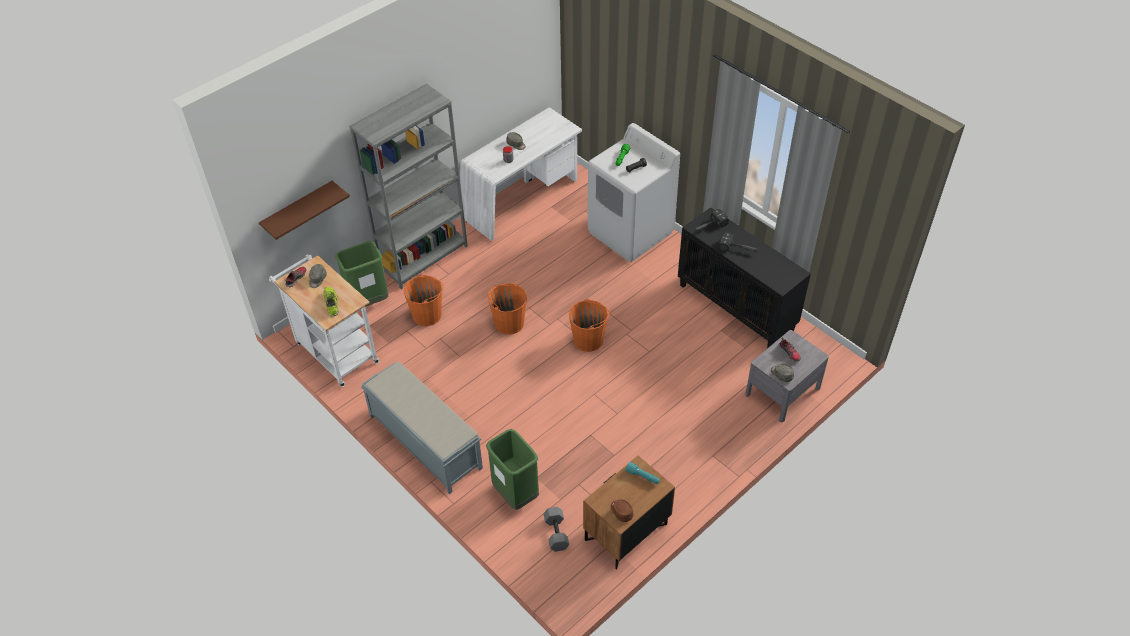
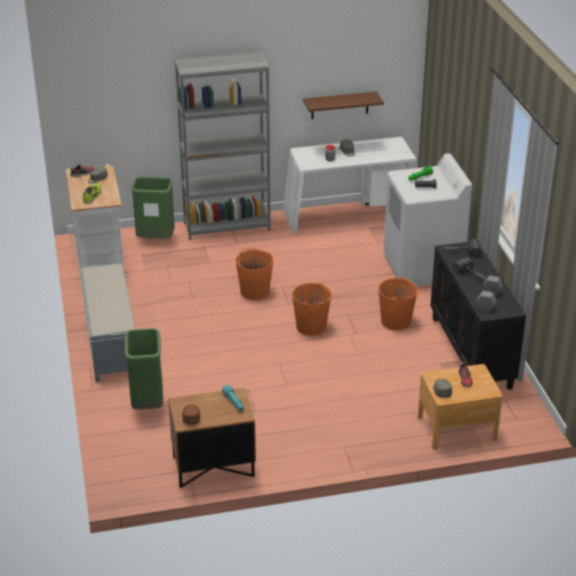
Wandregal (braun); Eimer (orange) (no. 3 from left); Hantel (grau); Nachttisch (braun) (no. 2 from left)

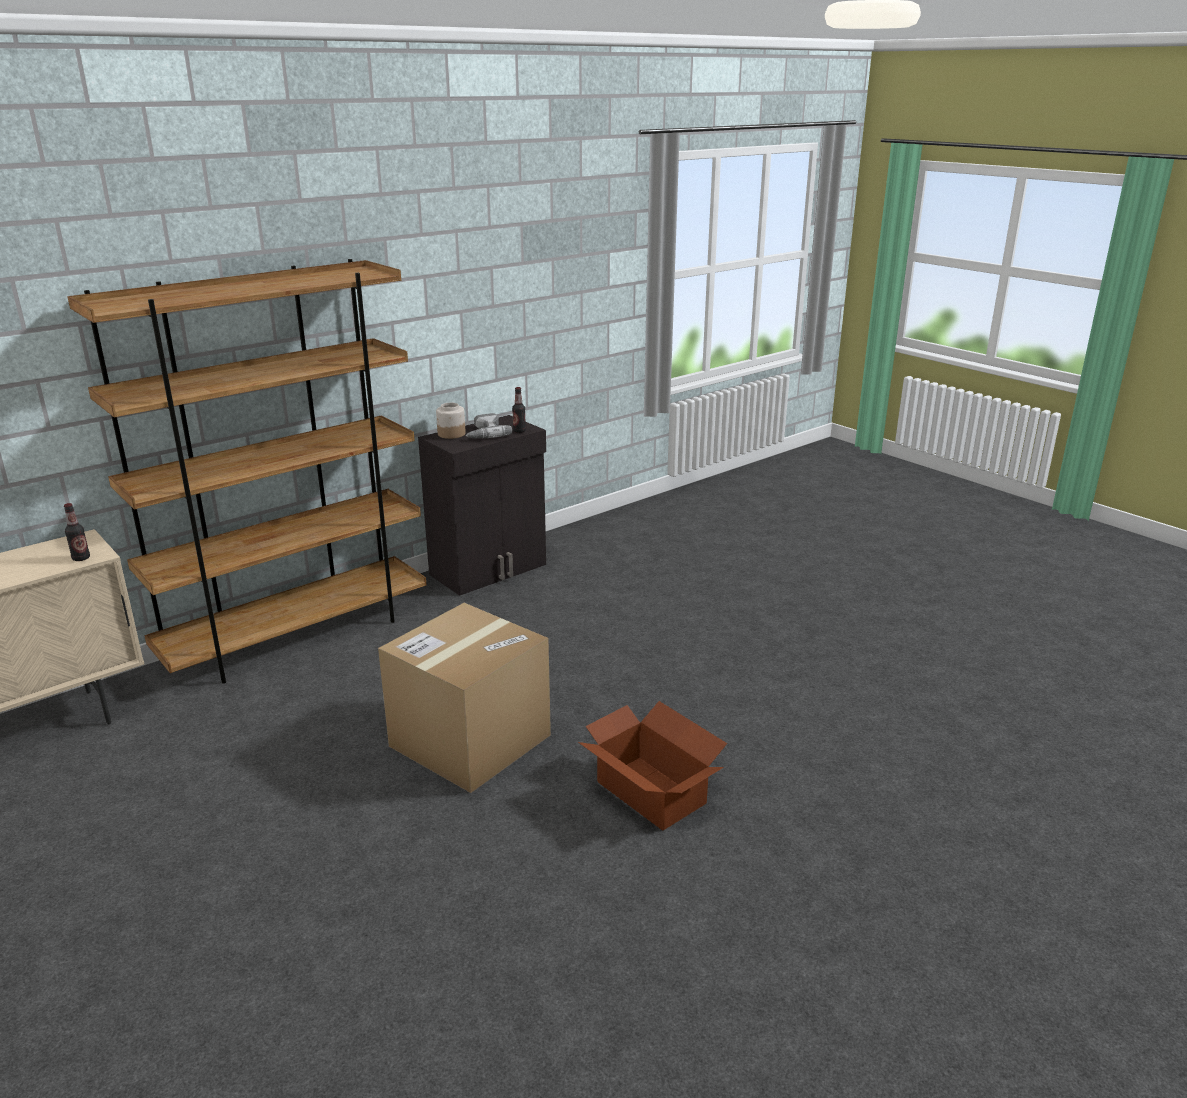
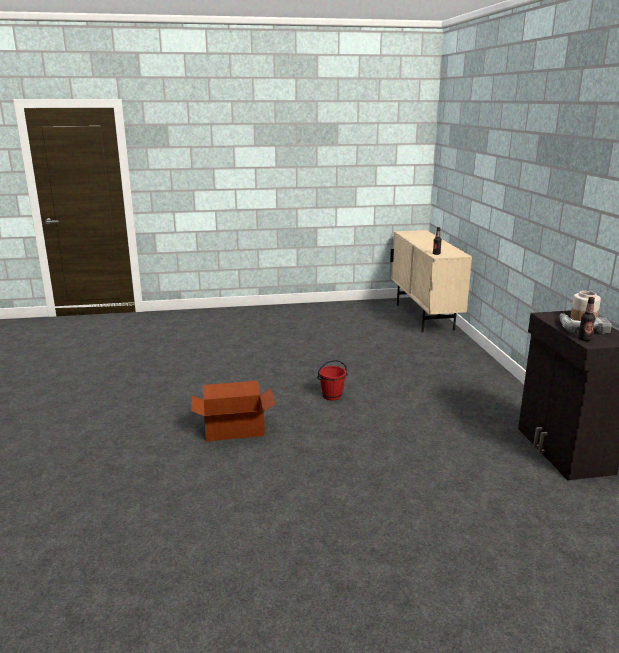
Bücherregal (braun); Eimer (rot)

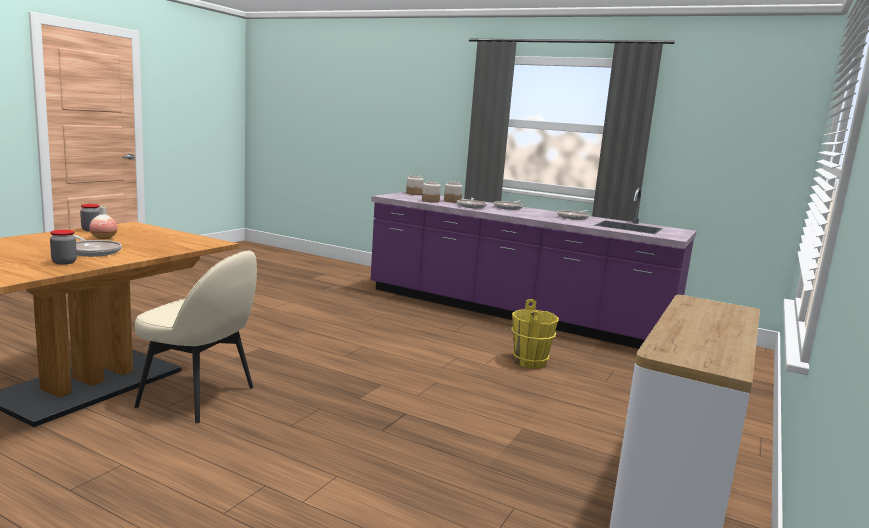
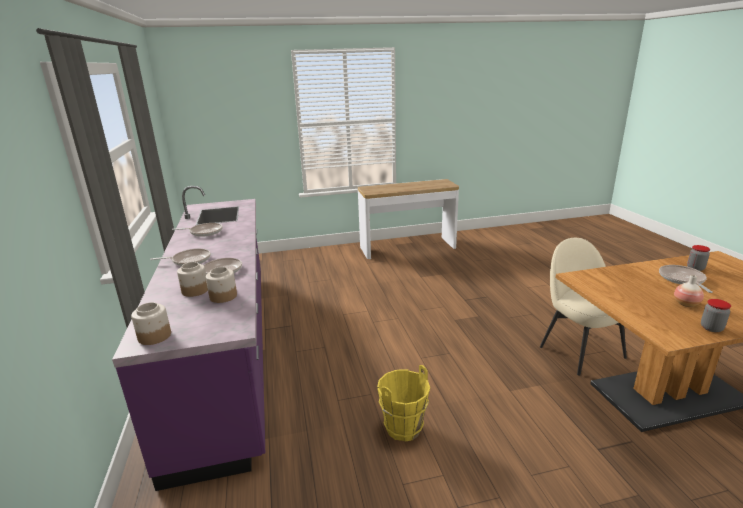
Eimer (gelb)

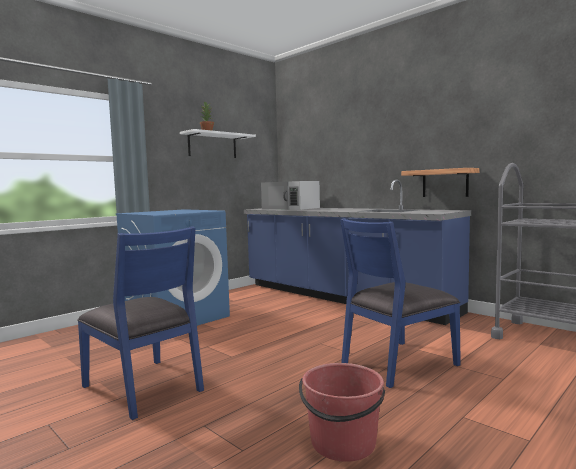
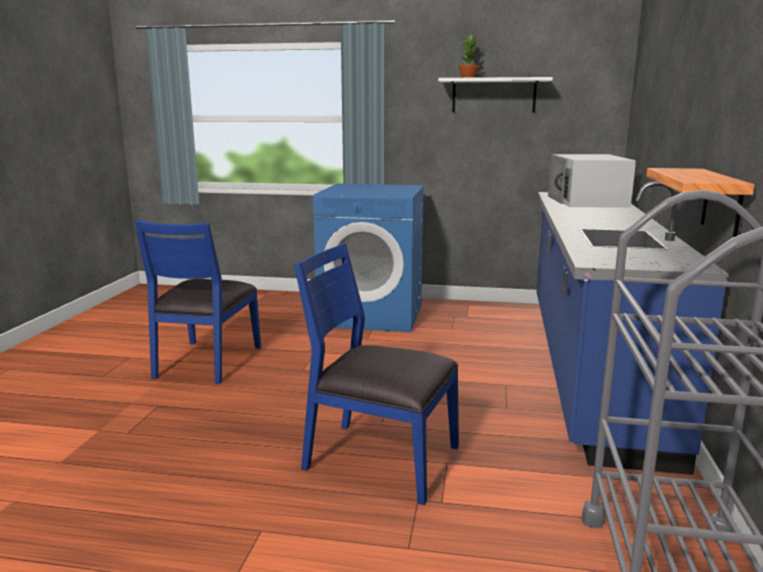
Eimer (rot)

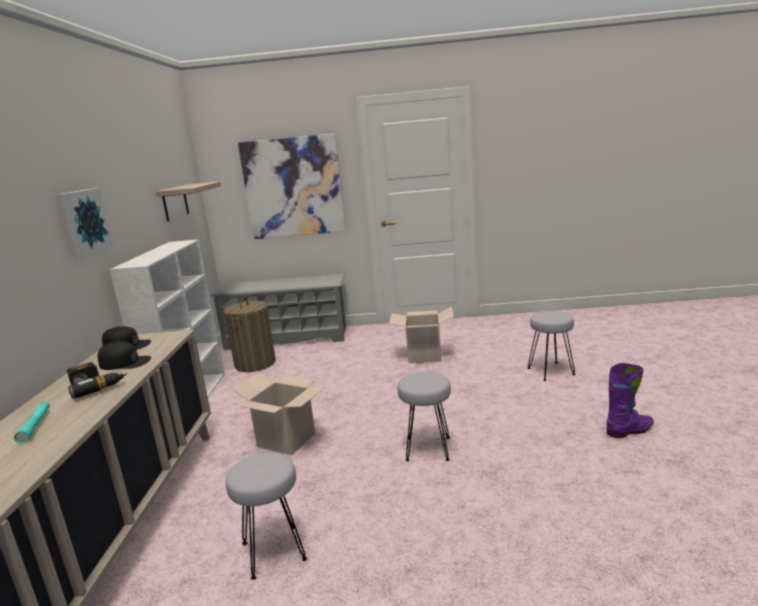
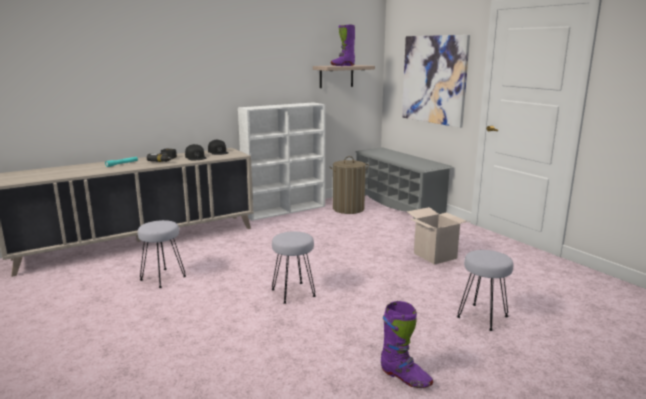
Bild (no. 1 from left in the first image); Karton (no. 1 from left in the first image); Stiefel (lila) (no. 1 from left)

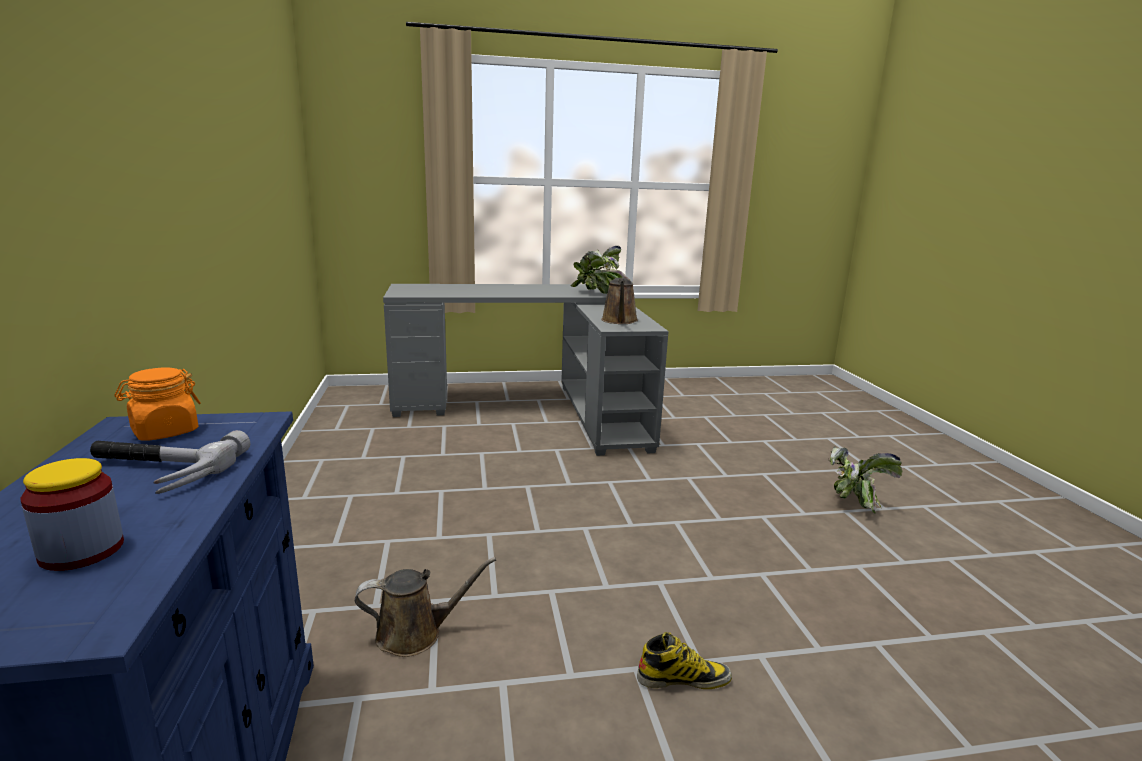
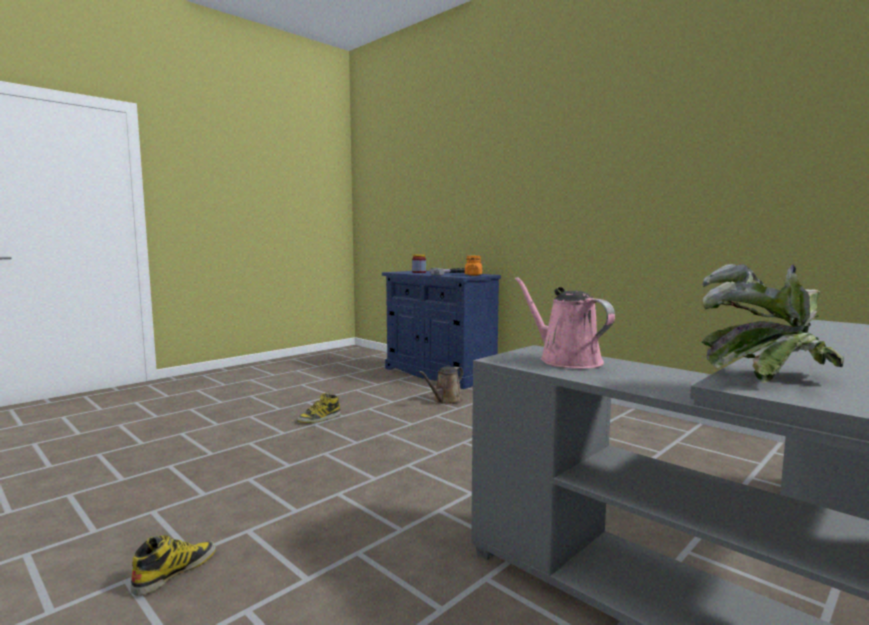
Gießkanne (rosa); Stiefel (no. 1 from left)

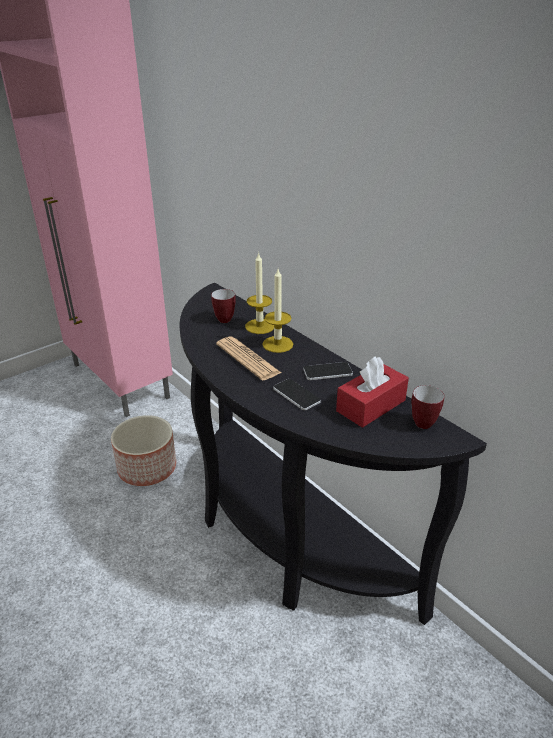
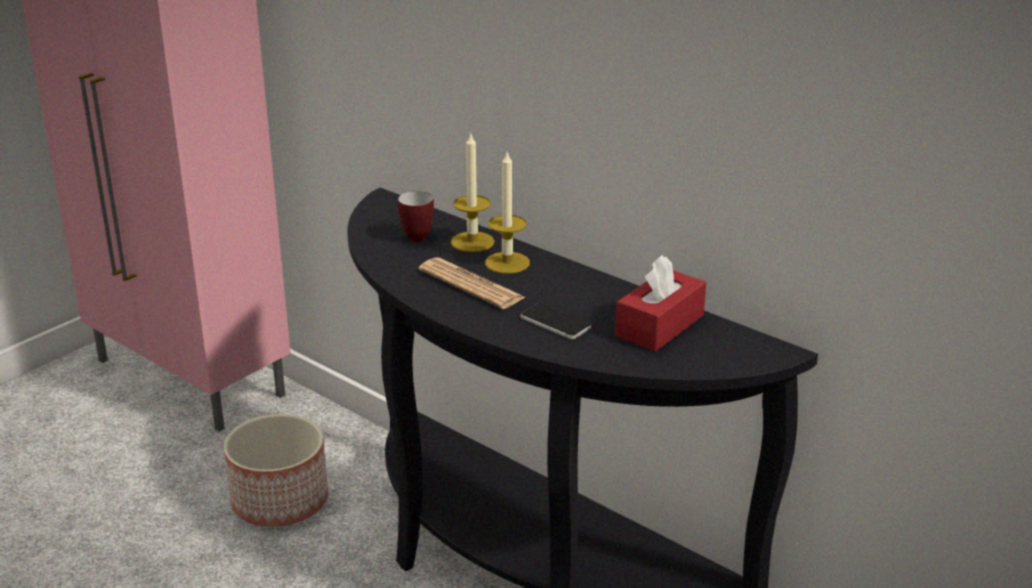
Handy (no. 2 from left in the first image); Henkelbecher (no. 2 from left in the first image)

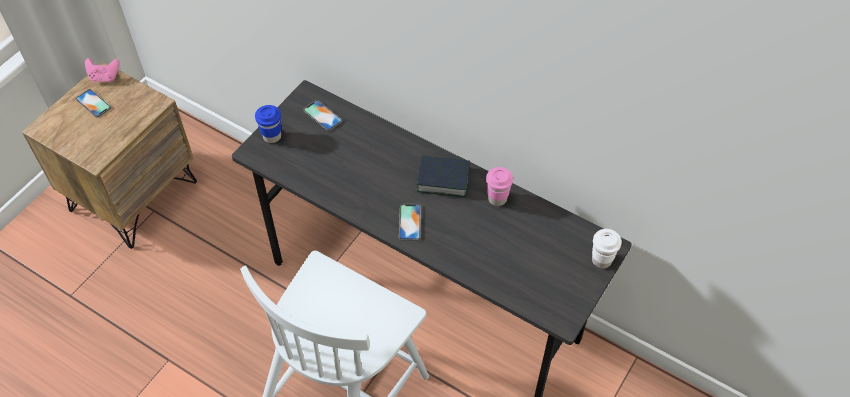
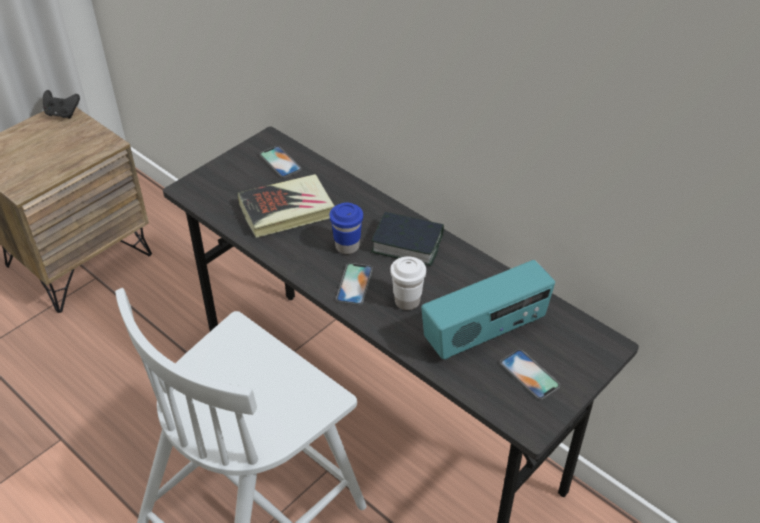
Handy (no. 3 from left); Gamepad (schwarz); Tasse (blau); Tasse (rosa); Tasse (weiß); Buch (no. 1 from left); Radio

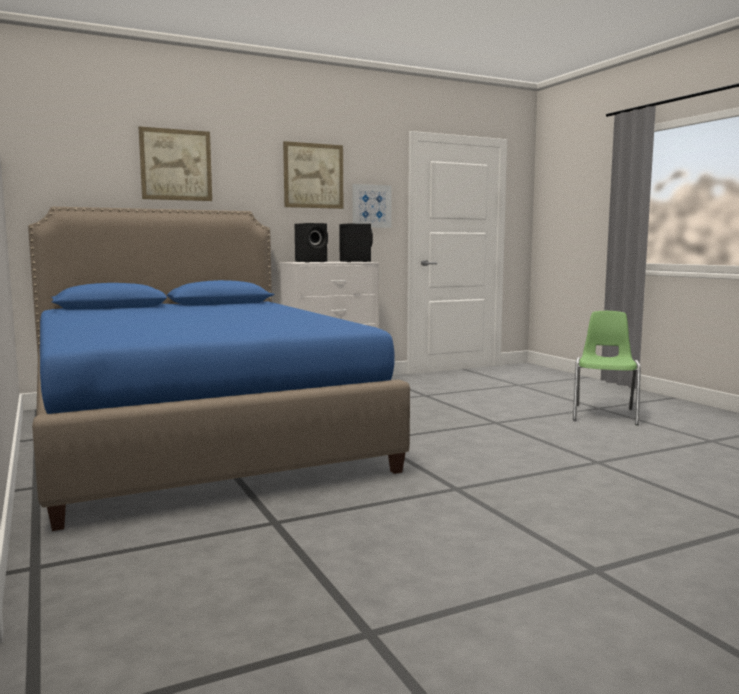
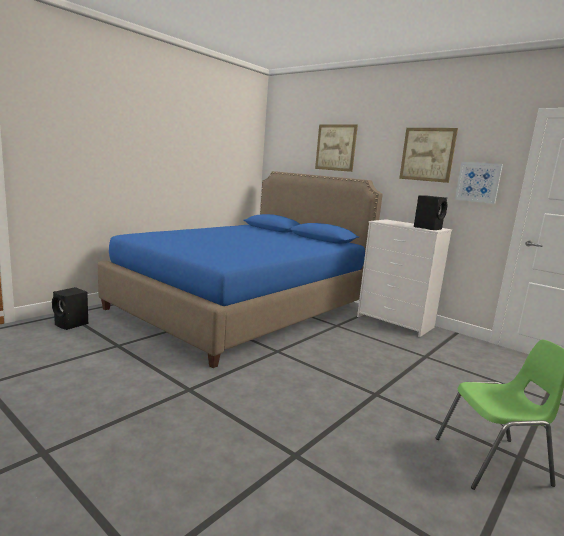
Lautsprecher (schwarz) (no. 1 from left)

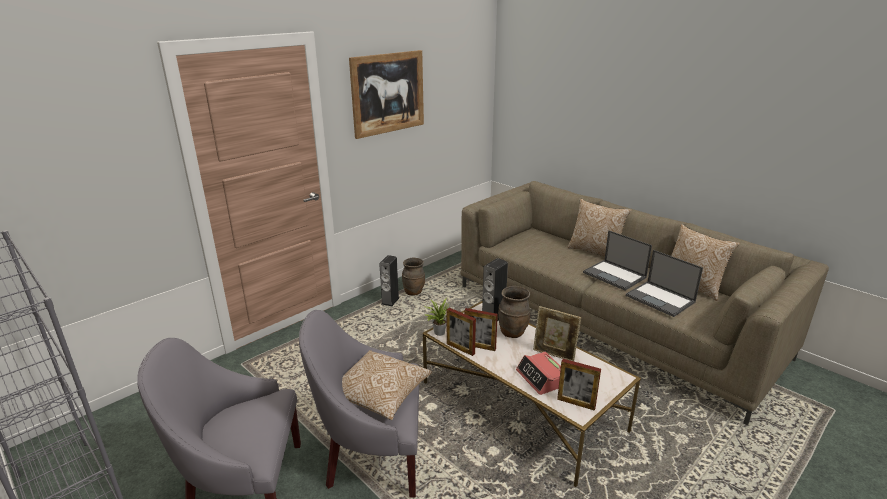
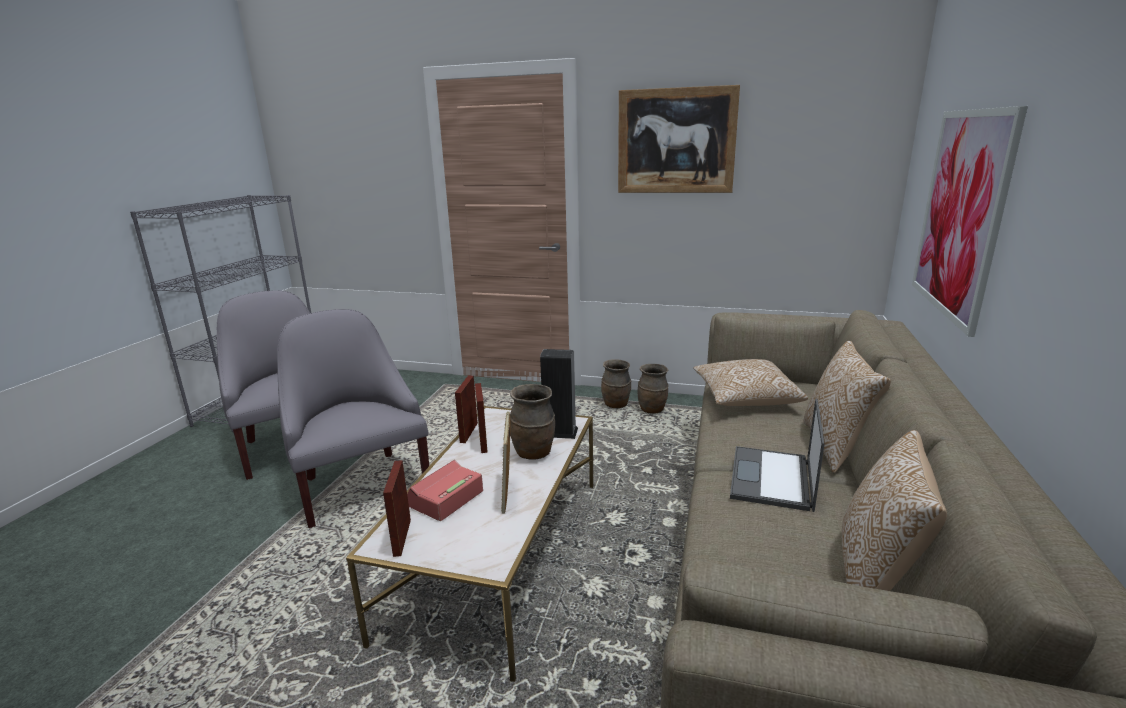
Kissen (no. 1 from left); Vase (braun) (no. 2 from left); Topfpflanze; Laptop (no. 2 from left in the first image); Bild (no. 2 from left)

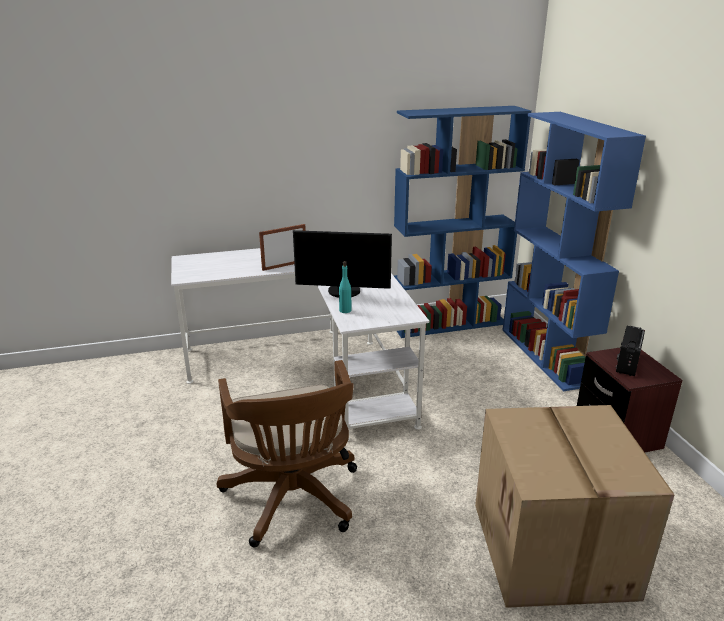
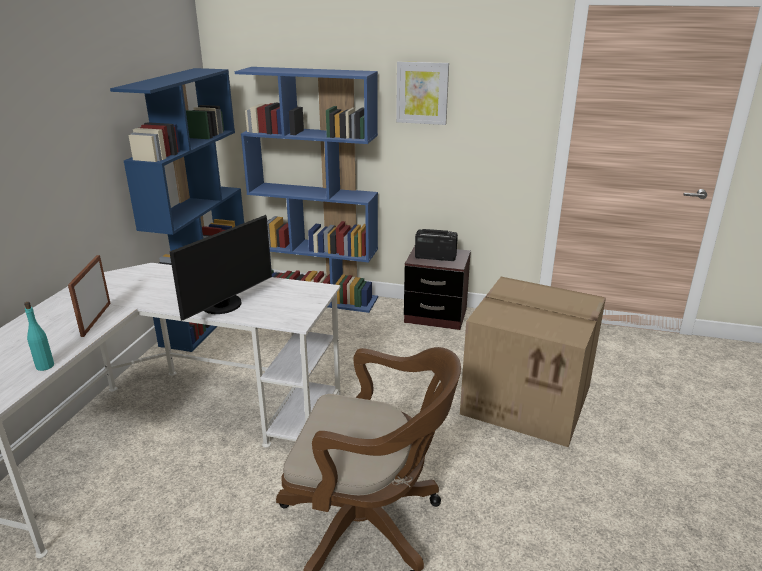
Flasche (türkis); Radio; Bild

